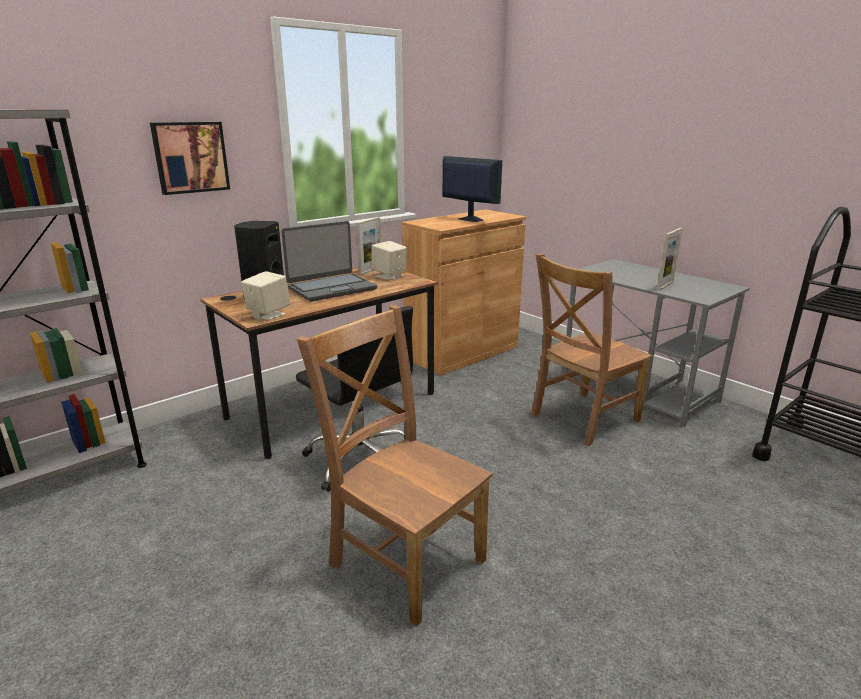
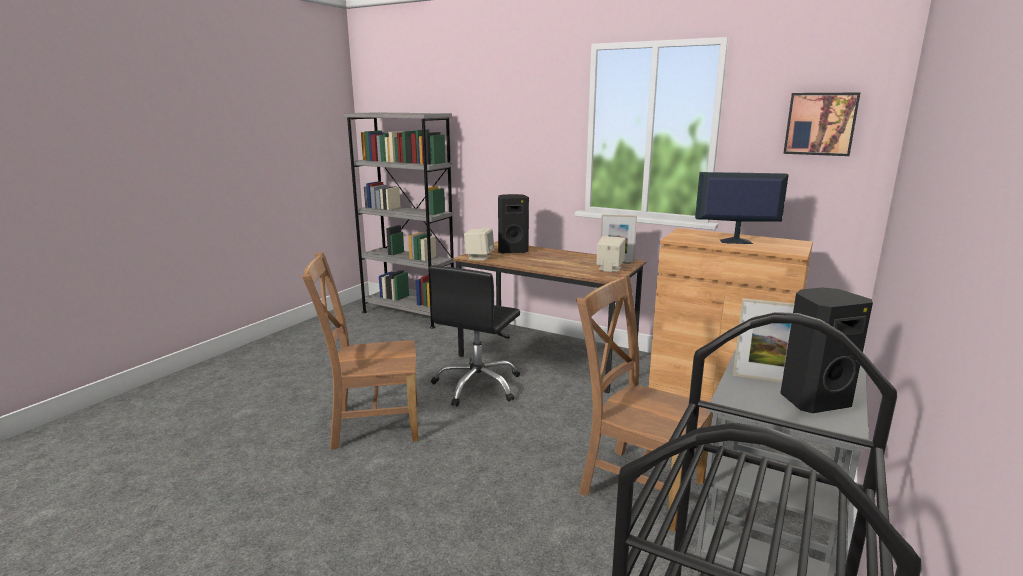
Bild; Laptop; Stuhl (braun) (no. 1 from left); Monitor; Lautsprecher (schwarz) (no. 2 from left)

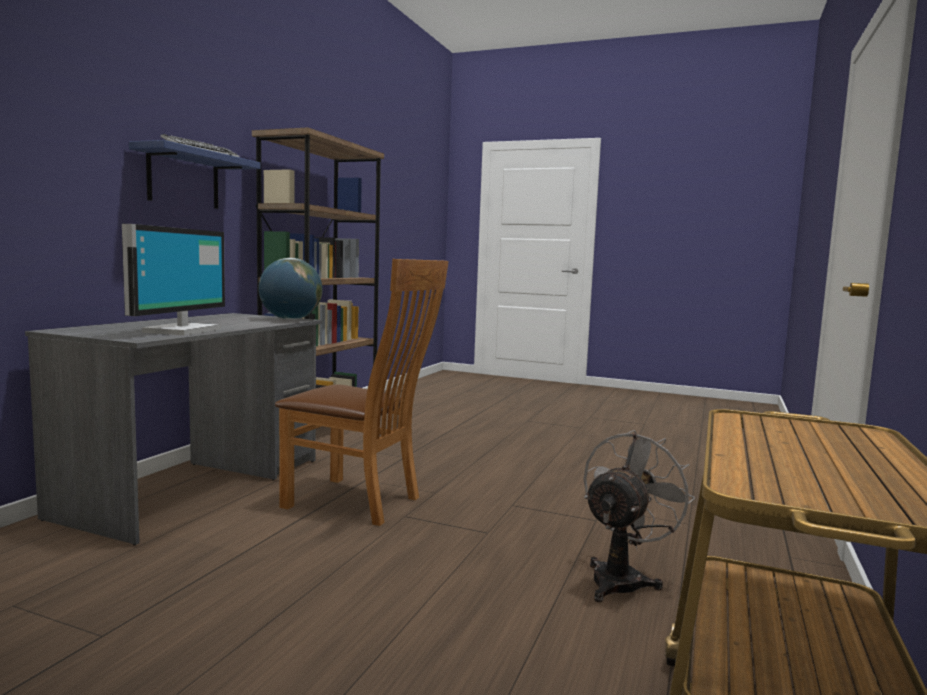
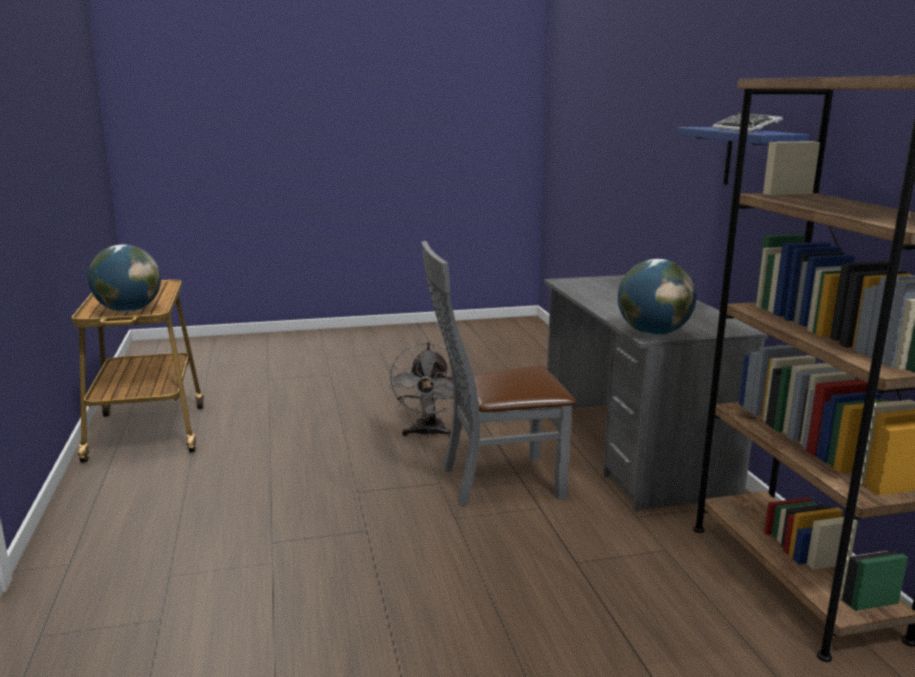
Monitor; Stuhl (grau); Ventilator (grau); Globus (no. 1 from left)

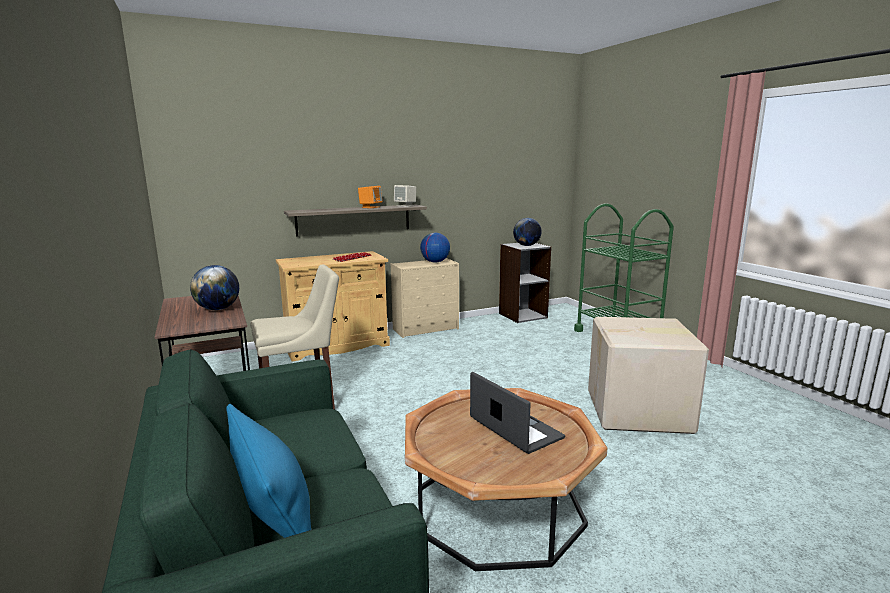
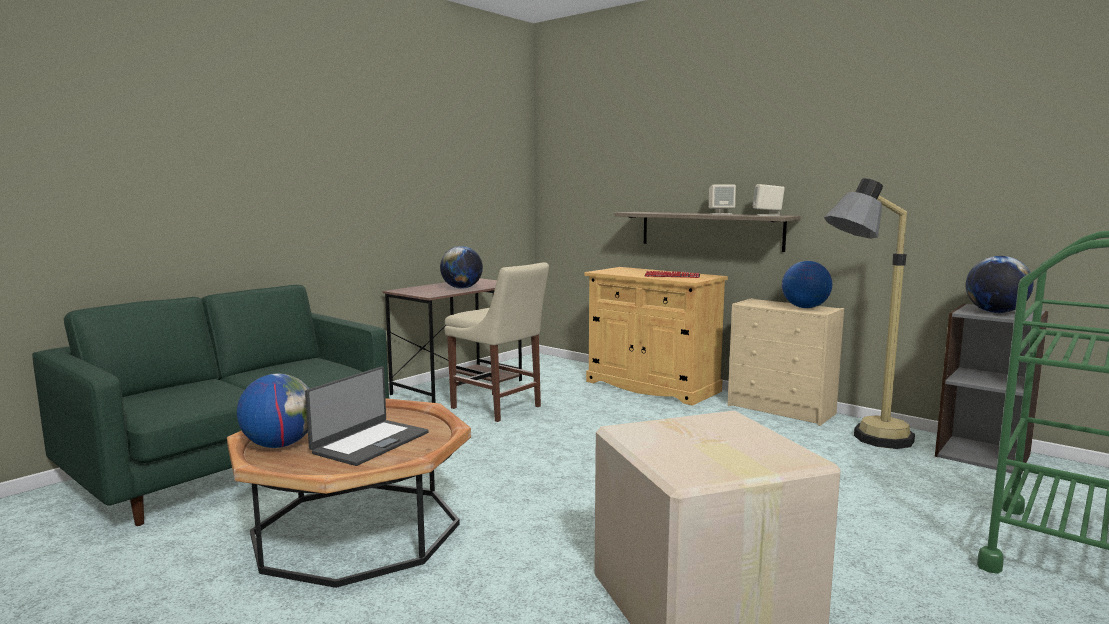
Kissen (blau); Lautsprecher (beige) (no. 1 from left); Globus (no. 1 from left); Stehlampe

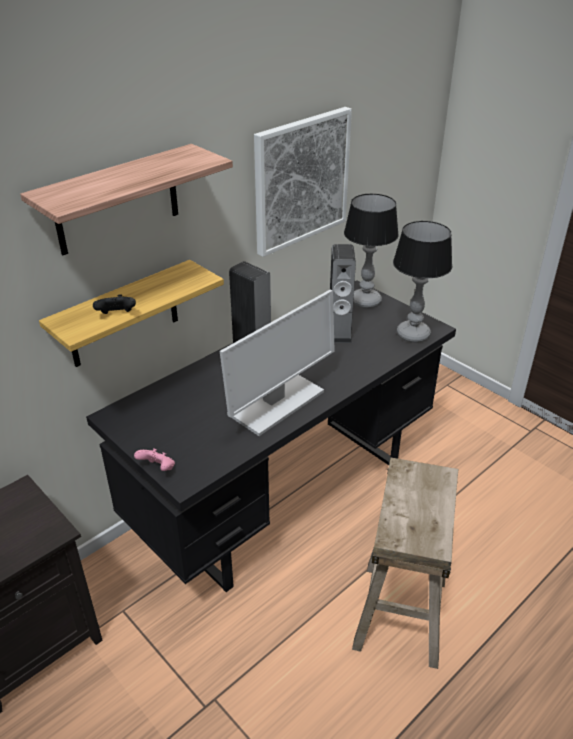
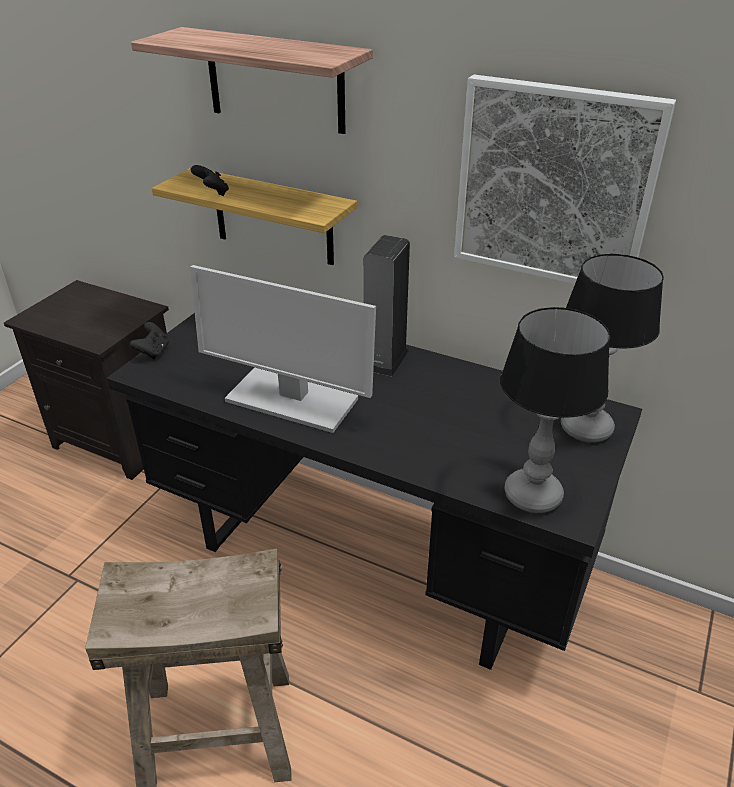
Gamepad (schwarz) (no. 1 from left); Lautsprecher (no. 2 from left in the first image)

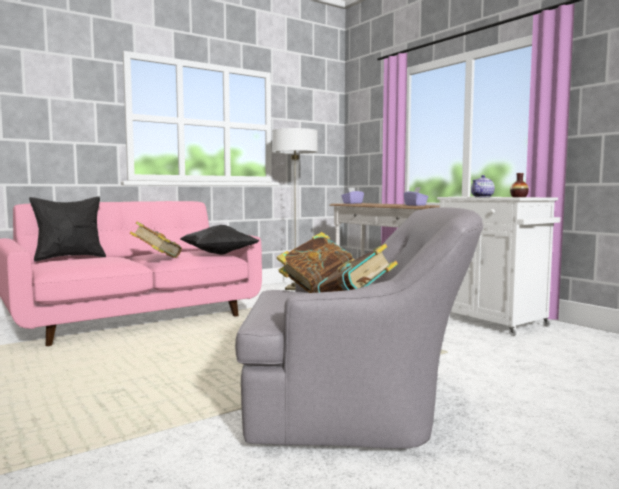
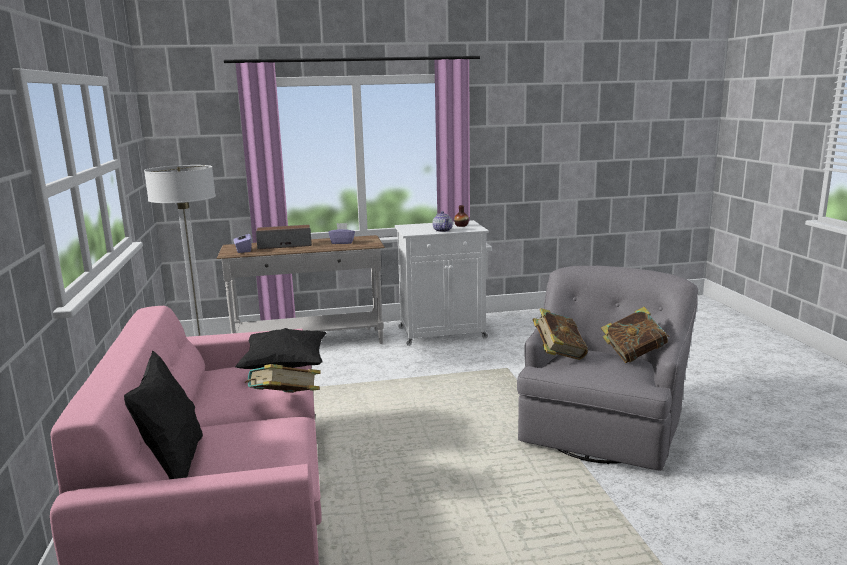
Lautsprecher

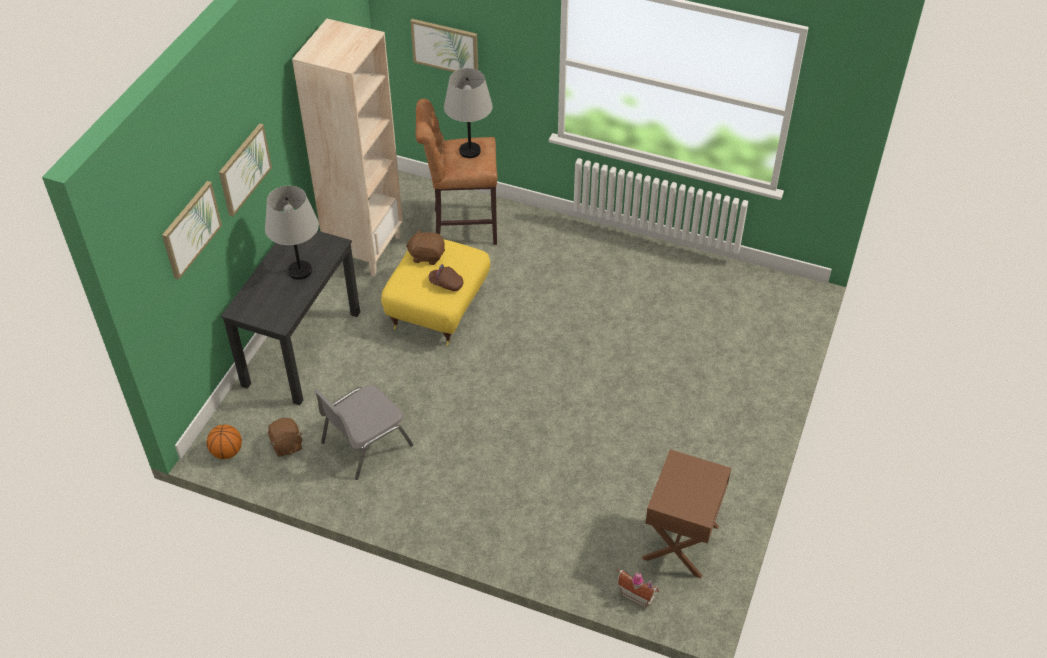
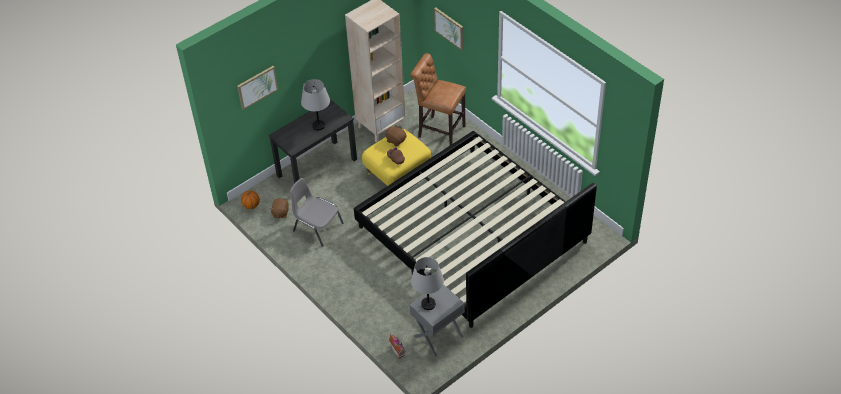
Bild (no. 2 from left in the first image); Stuhl (grau); Tischlampe (grau) (no. 2 from left); Nachttisch (grau); Bett

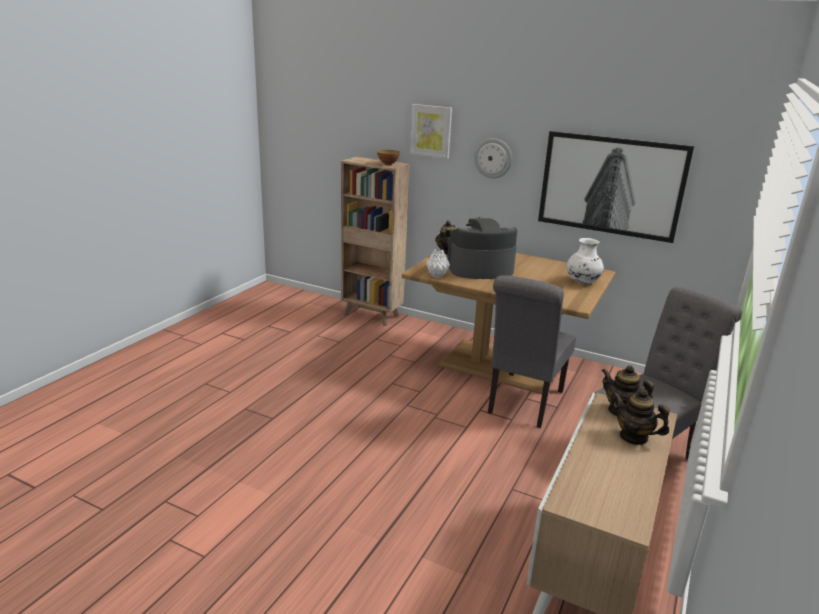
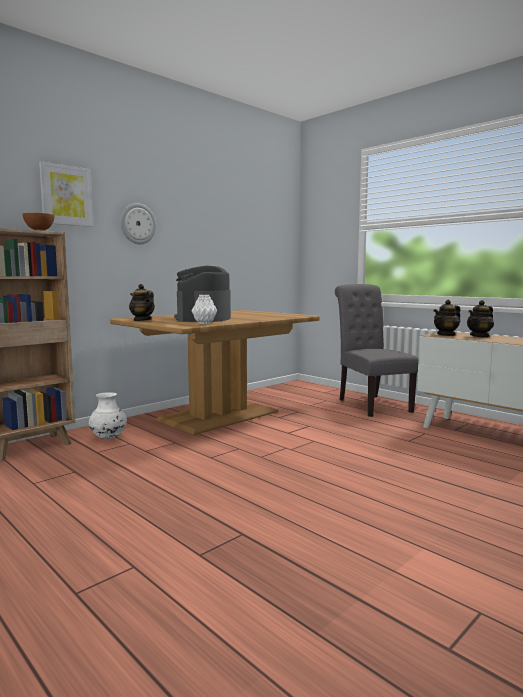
Stuhl (grau) (no. 1 from left in the first image); Bild (no. 2 from left in the first image); Vase (weiß) (no. 1 from left)

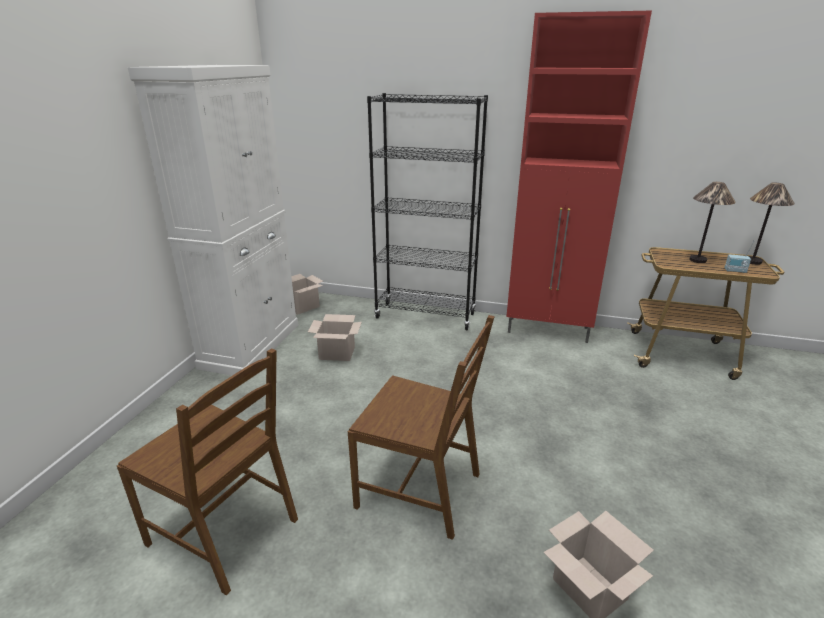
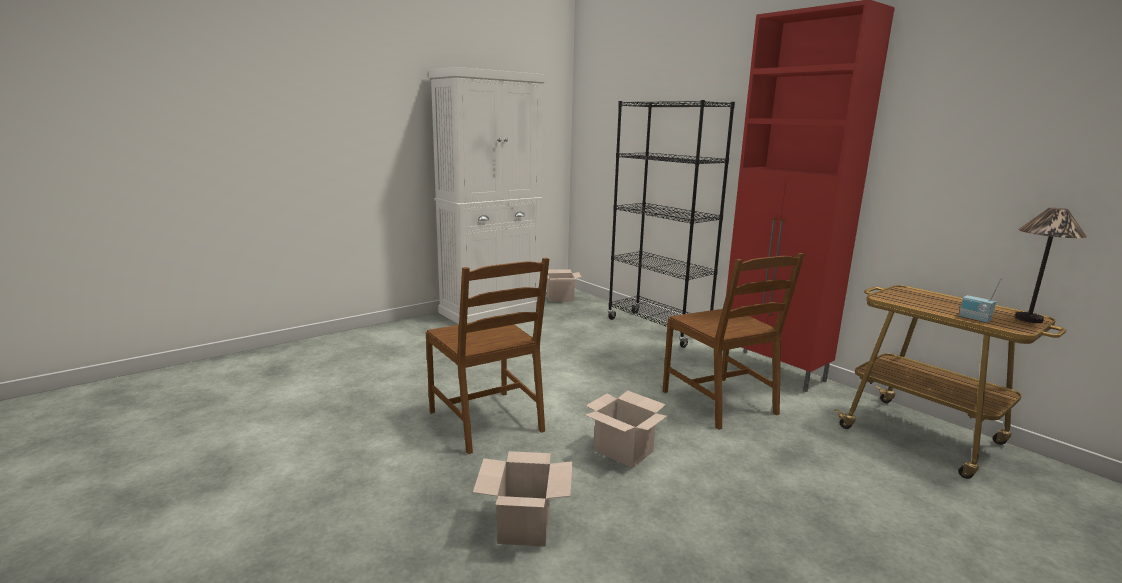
Stuhl (braun) (no. 2 from left); Karton (no. 3 from left); Tischlampe (no. 1 from left in the first image)

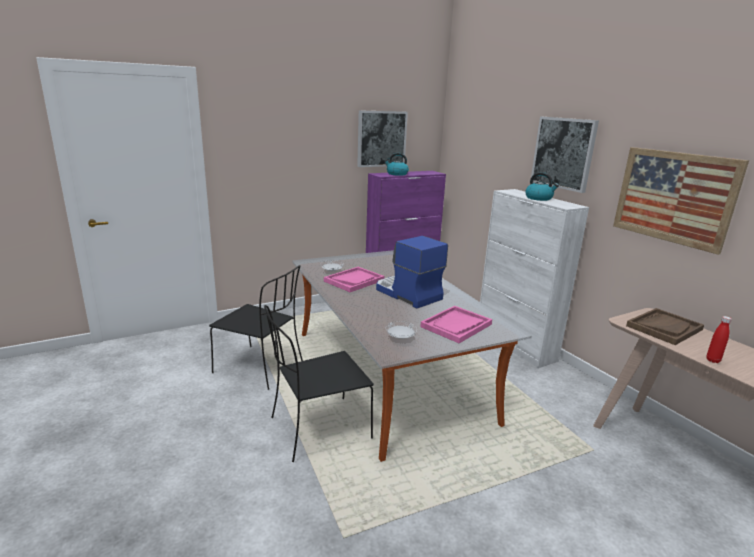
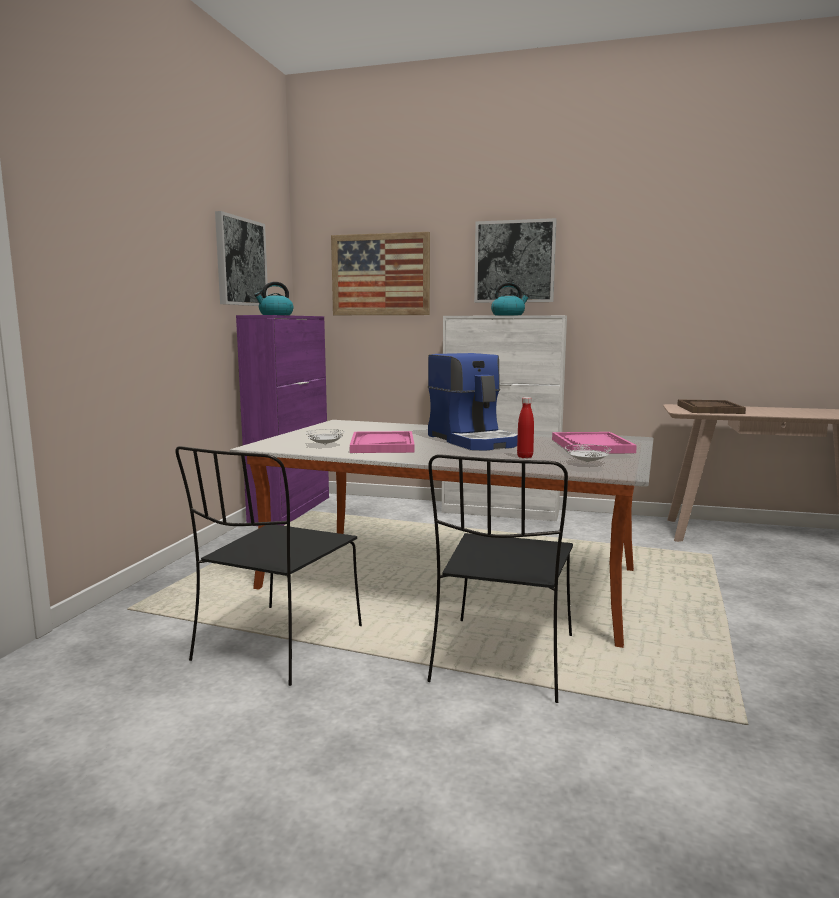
Stuhl (schwarz) (no. 1 from left); Kaffeemaschine; Bild (no. 2 from left); Flasche (rot)

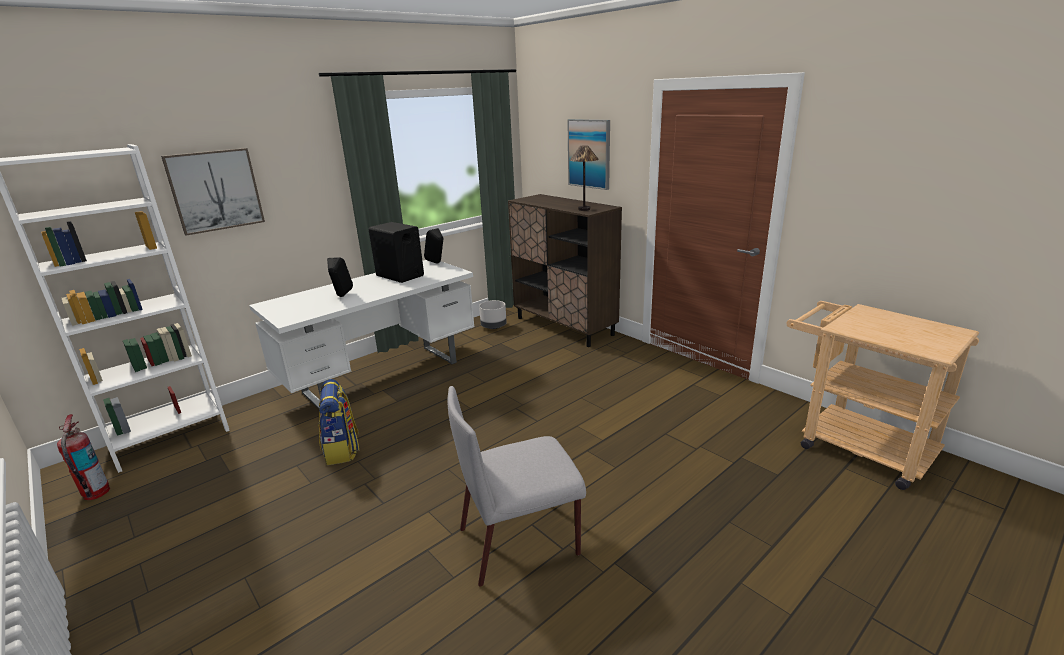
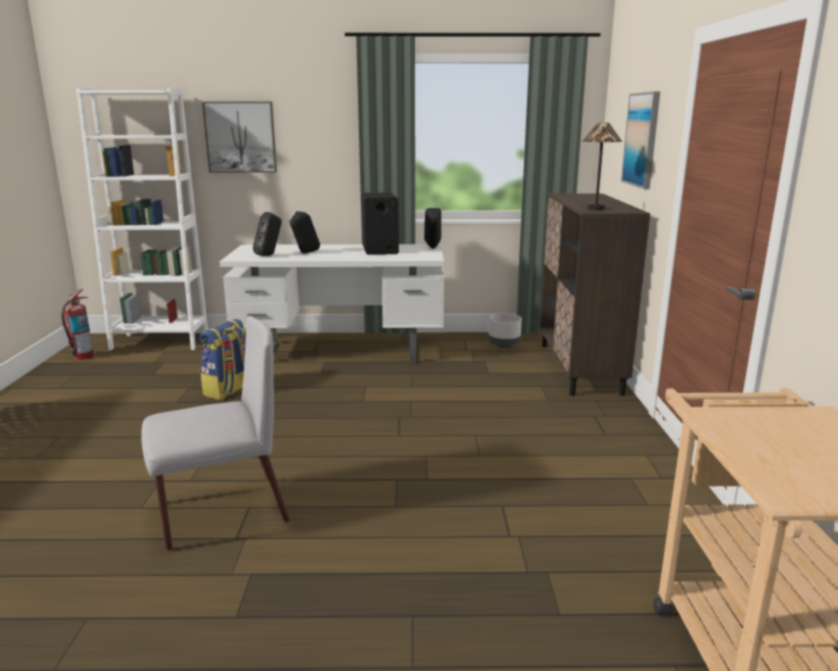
Stuhl (grau); Lautsprecher (schwarz) (no. 1 from left)

